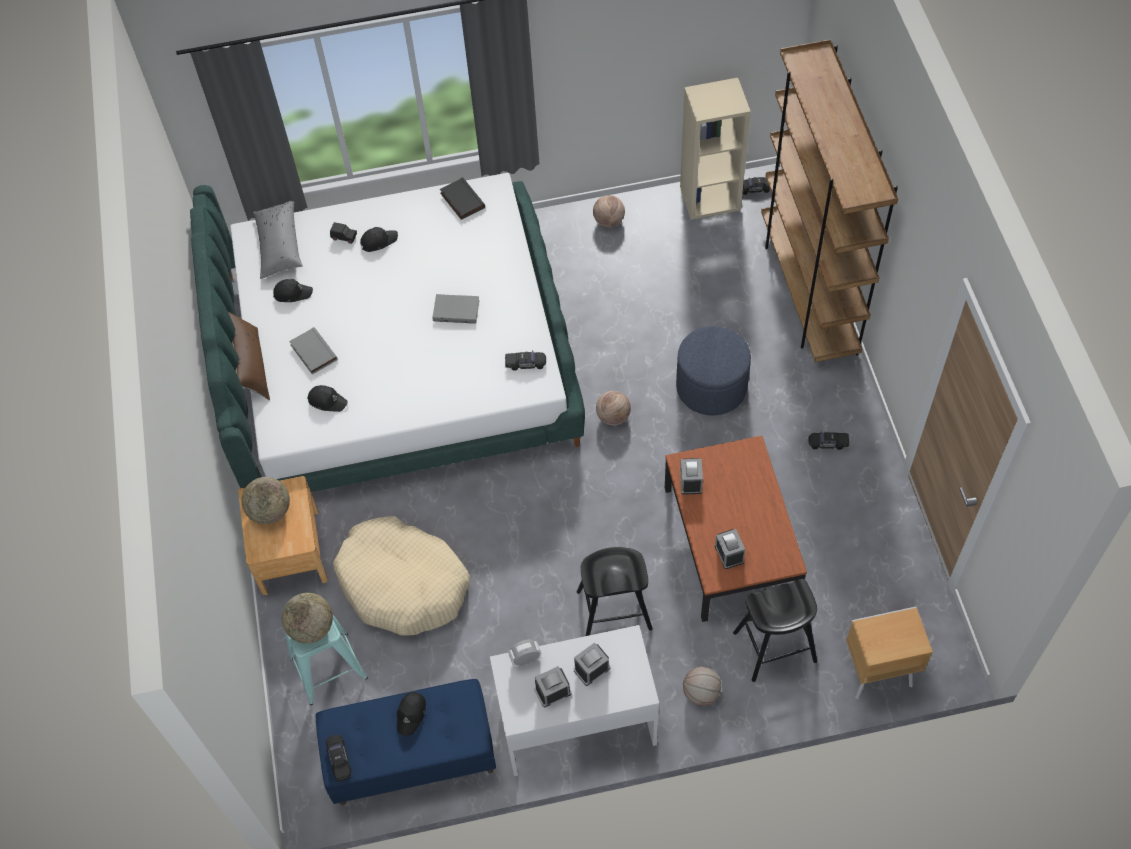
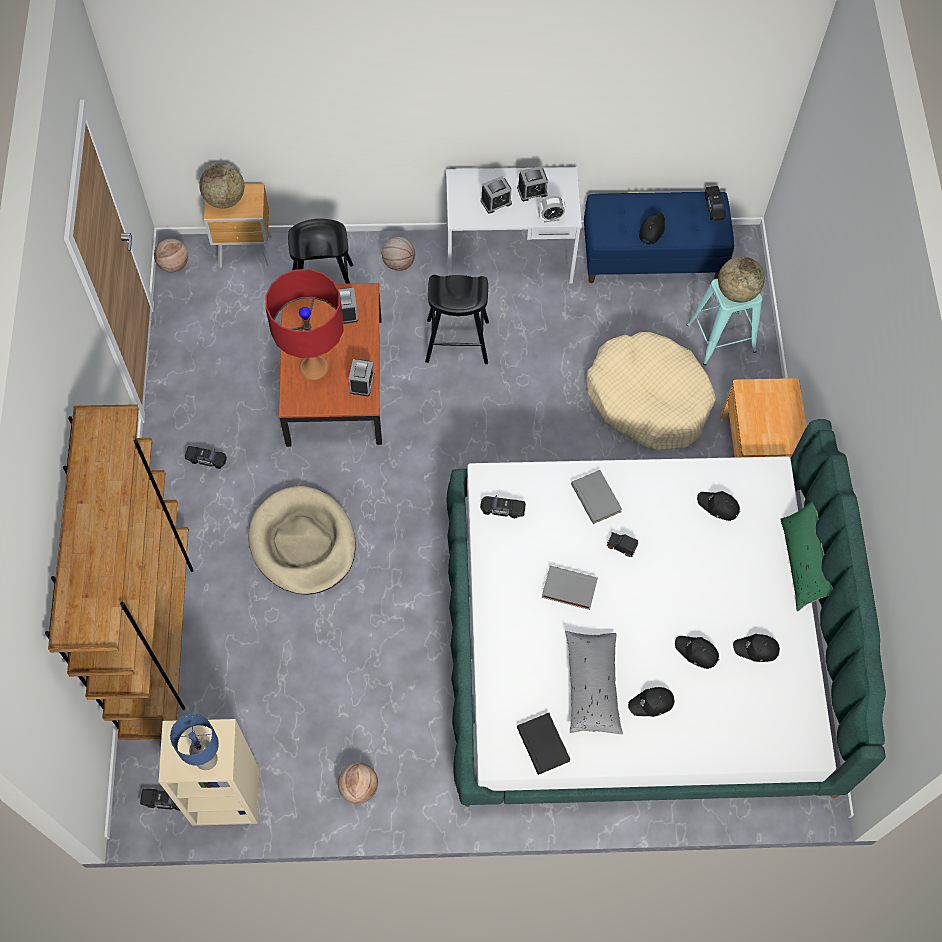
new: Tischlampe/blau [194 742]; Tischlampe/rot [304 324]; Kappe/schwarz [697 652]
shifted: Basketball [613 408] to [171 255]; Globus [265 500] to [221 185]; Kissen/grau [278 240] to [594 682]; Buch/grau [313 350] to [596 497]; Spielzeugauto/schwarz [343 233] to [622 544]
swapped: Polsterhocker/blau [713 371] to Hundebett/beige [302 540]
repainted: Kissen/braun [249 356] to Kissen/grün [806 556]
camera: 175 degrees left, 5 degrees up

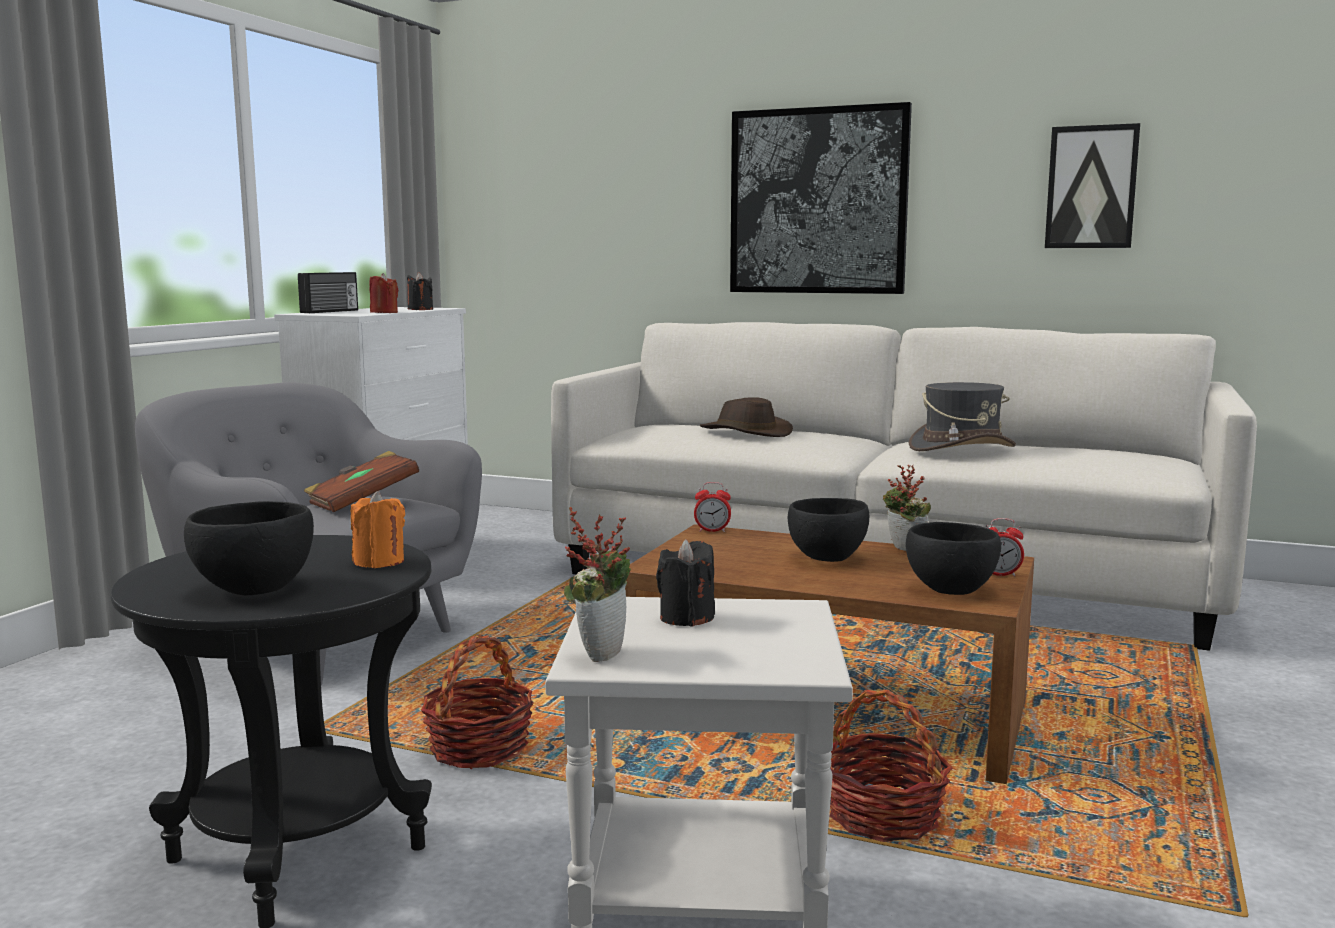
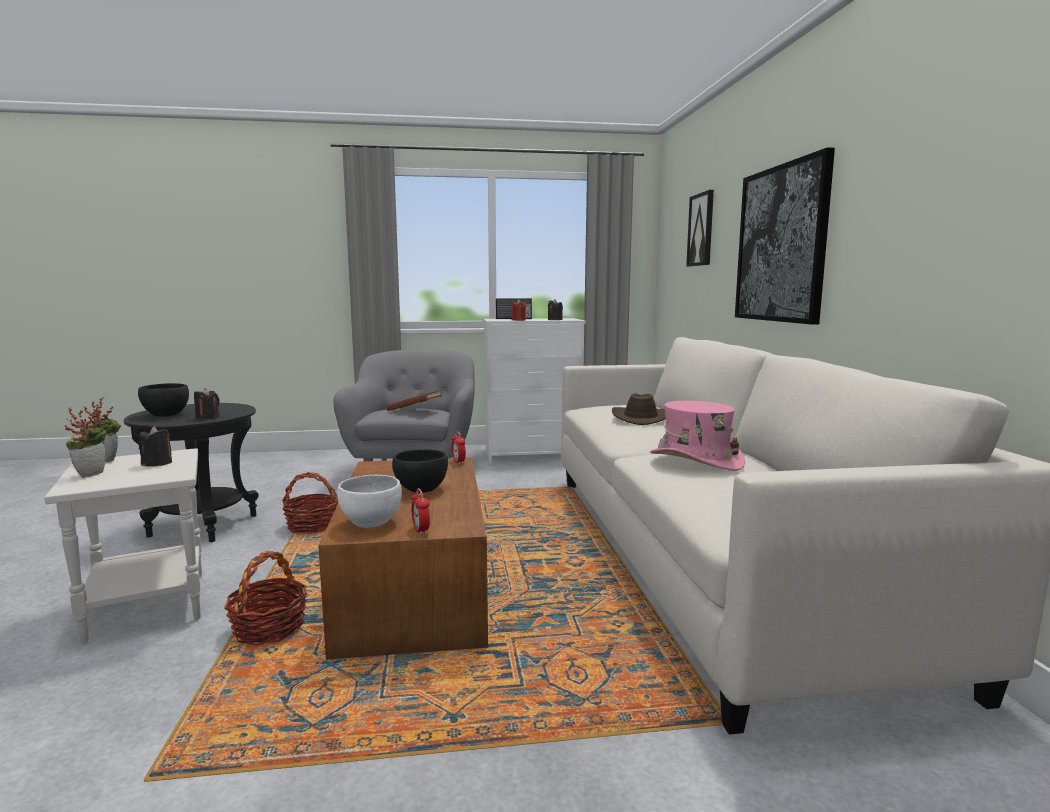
shifted: Topfpflanze [907 507] to [85 442]; Bild [1092 185] to [700 228]
repainted: Kerze/orange [378 529] to Kerze/schwarz [207 404]; Schüssel/schwarz [953 558] to Schüssel/weiß [369 501]; Hut/grau [962 416] to Hut/rosa [697 436]
camera: 60 degrees right, 0 degrees up

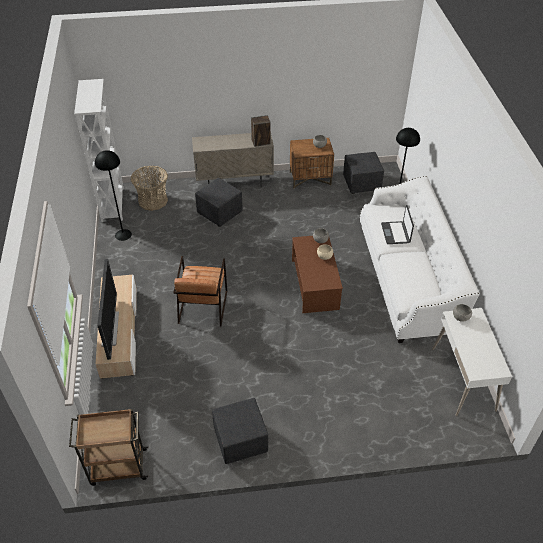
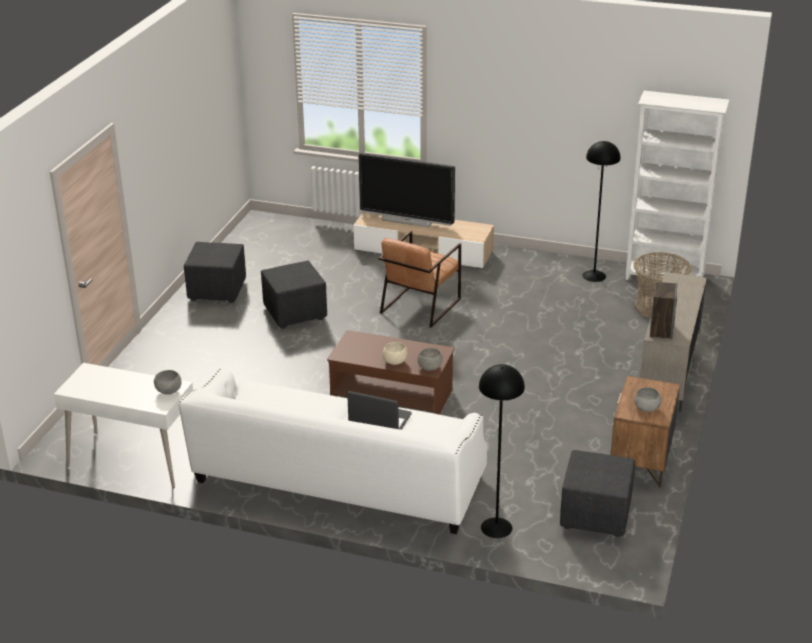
gone: Rollwagen/braun [108 447]
shifted: Polsterhocker/schwarz [219 202] to [294 295]
rotated: Sessel/braun [200 291] = [420 279] 90 degrees counterclockwise
camera: 115 degrees right, 15 degrees down

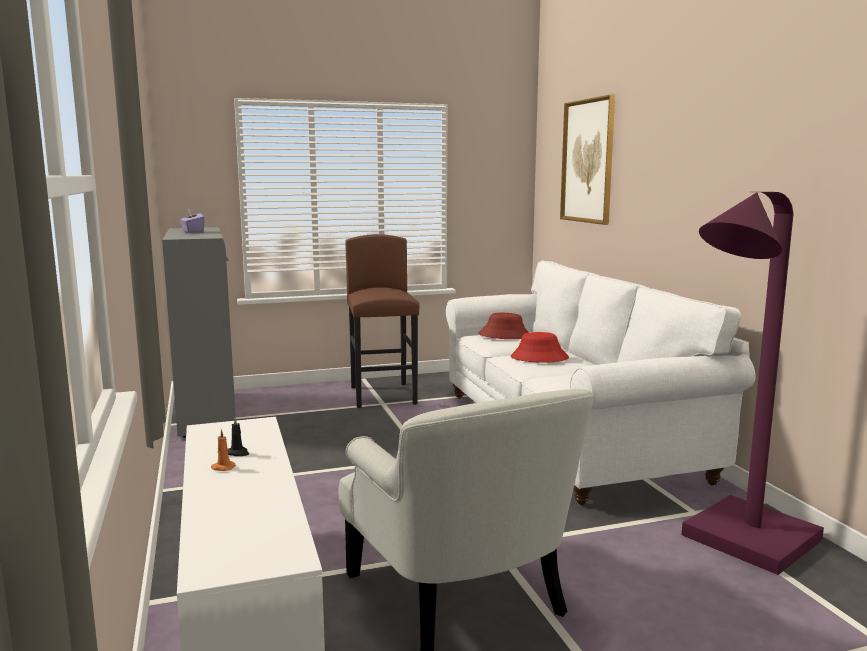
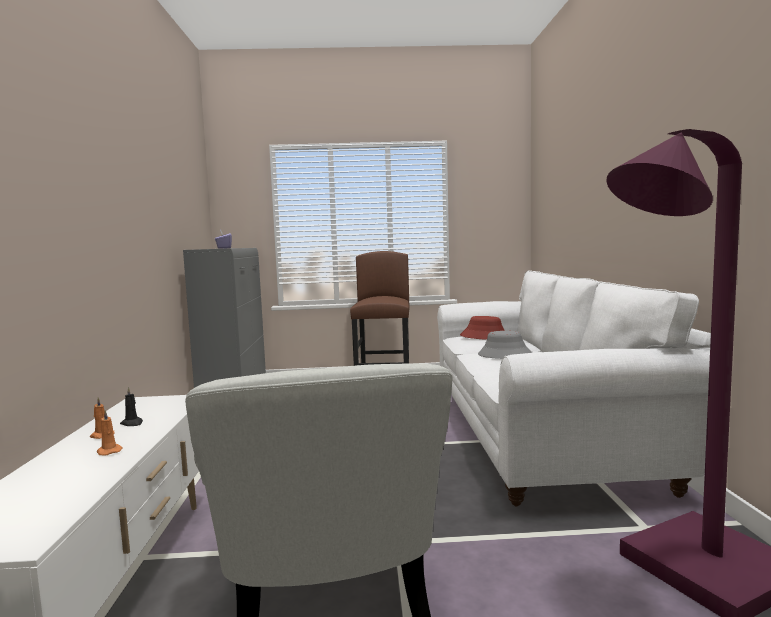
gone: Bild [587 160]
new: Kerze/orange [110 433]
repainted: Hut/rot [540 347] to Hut/grau [505 345]
camera: 15 degrees right, 5 degrees down

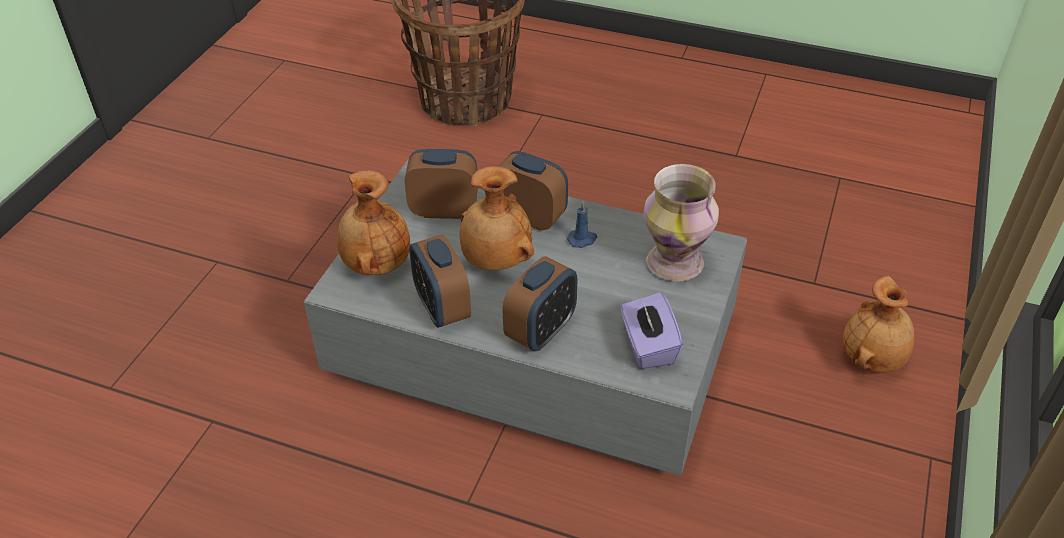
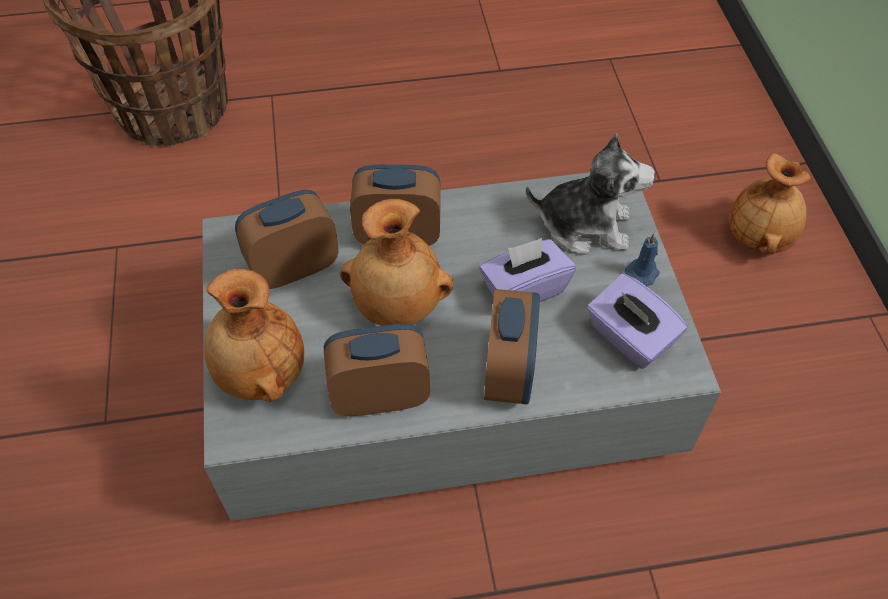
new: Taschentuchbox/lila [527 270]
shifted: Kerze/blau [582 225] to [642 259]
swapped: Vase [681 222] to Plüschtier [590 194]
rotated: Wecker [440 280] = [377 370] 135 degrees clockwise
camera: 30 degrees left, 10 degrees up

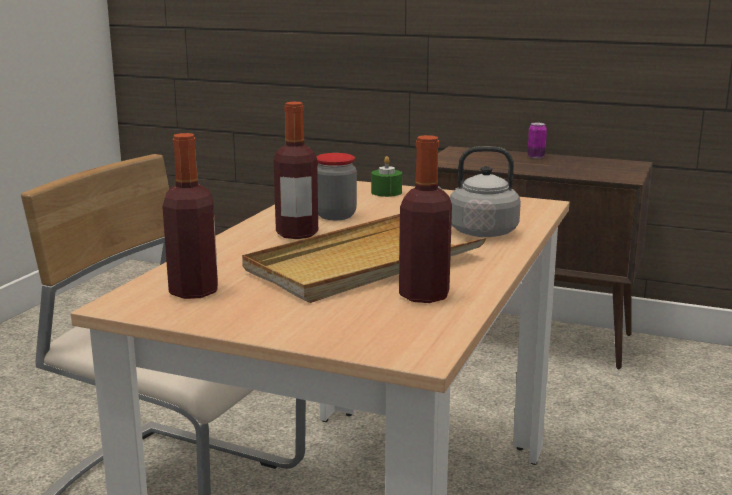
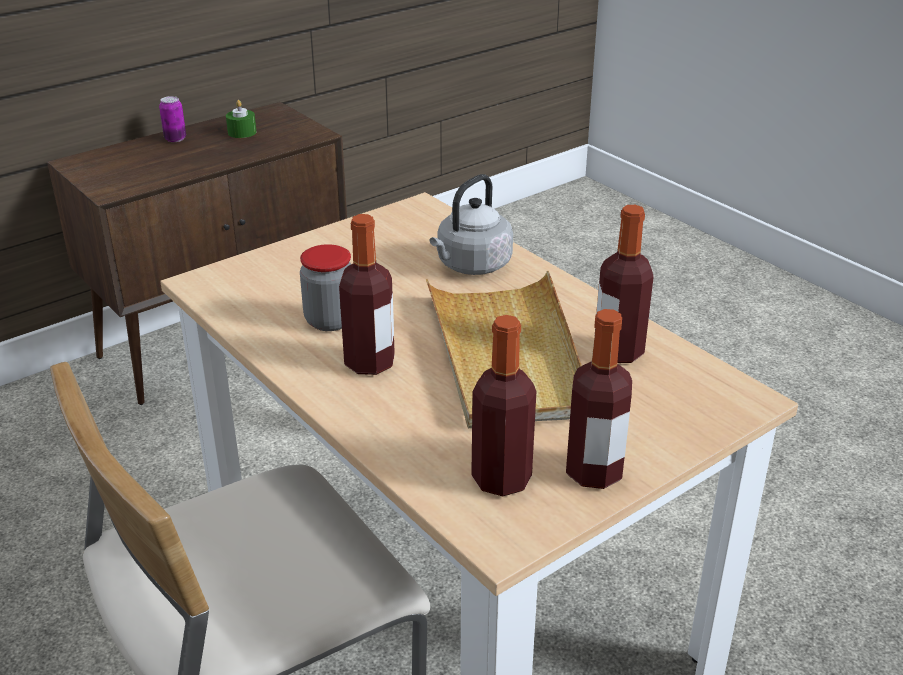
new: Flasche [599 399]
shifted: Kerze/grün [386 176] to [241 119]
camera: 60 degrees left, 15 degrees up

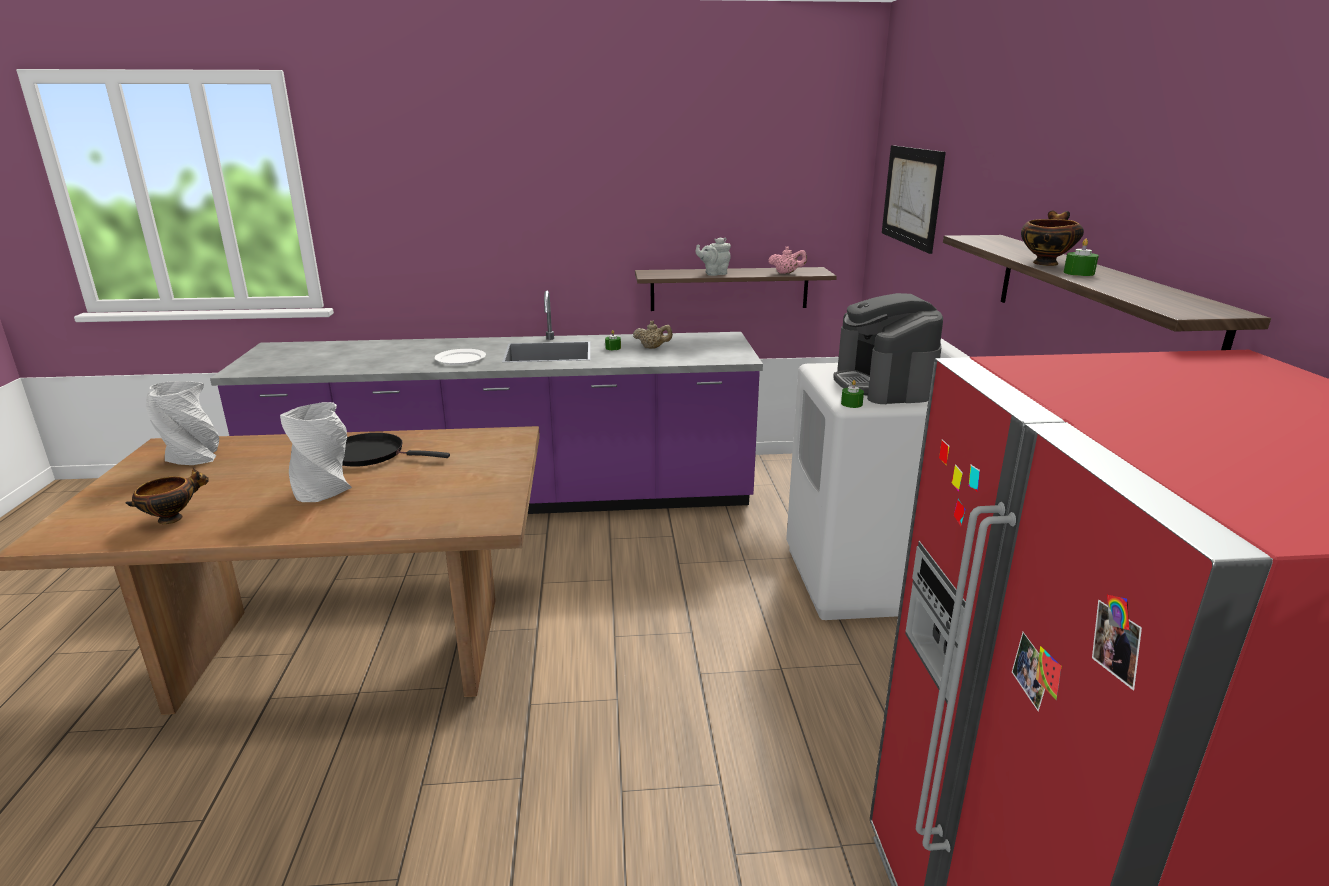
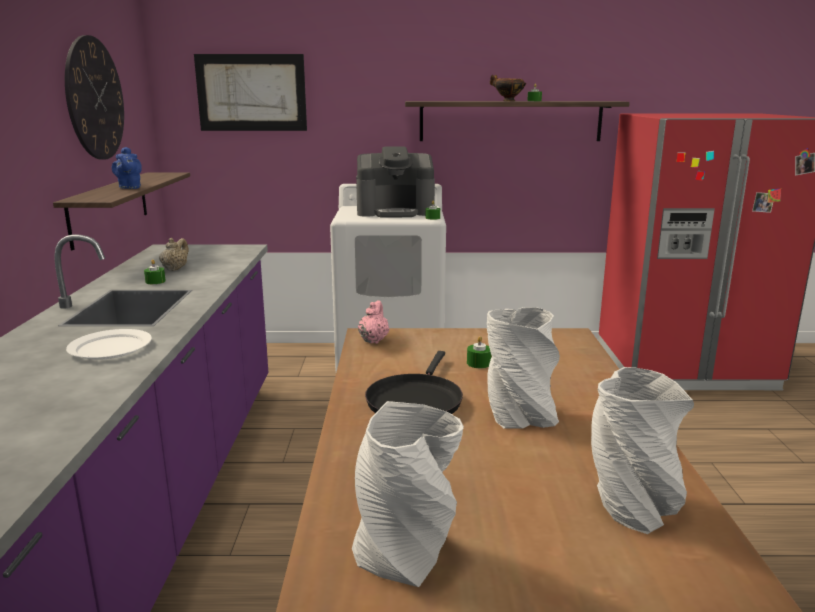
new: Wanduhr [94 97]; Kerze/grün [479 352]
shifted: Teekanne/rosa [787 260] to [374 322]
swapped: Schüssel [167 496] to Vase/grau [642 450]
repainted: Teekanne/grau [713 256] to Teekanne/blau [127 168]
camera: 85 degrees left, 5 degrees down

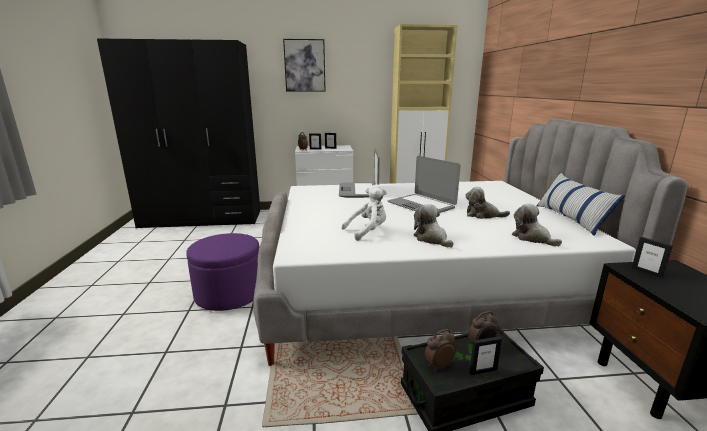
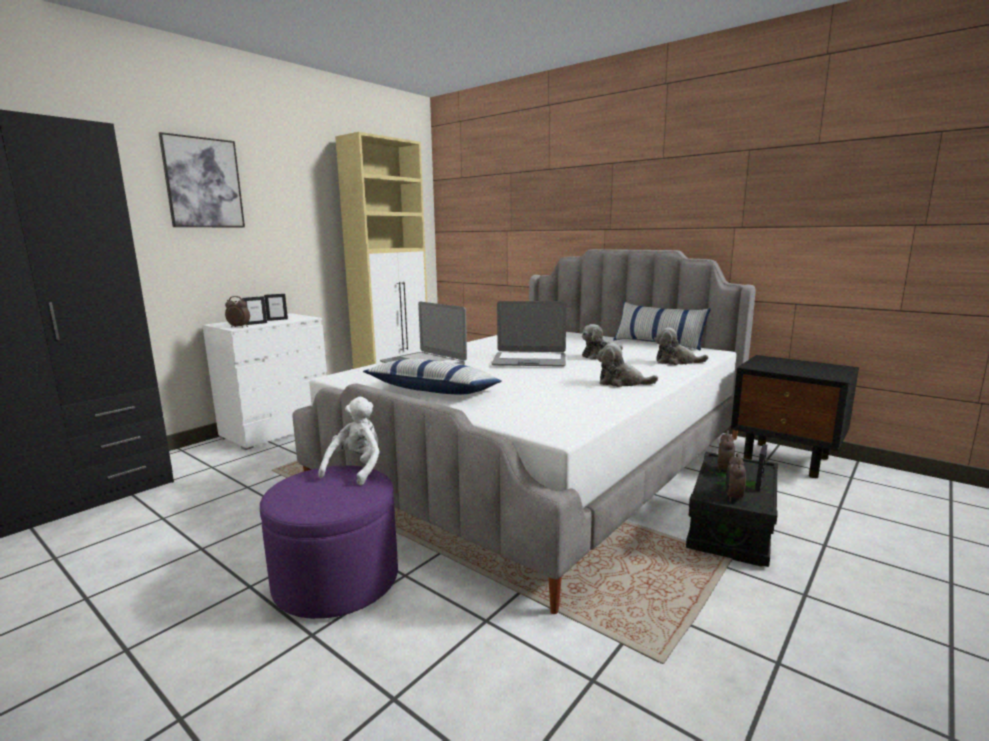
gone: Bilderrahmen [652 258]
new: Kissen [432 376]
shifted: Plüschtier/weiß [364 212] to [349 441]
camera: 45 degrees left, 5 degrees down

